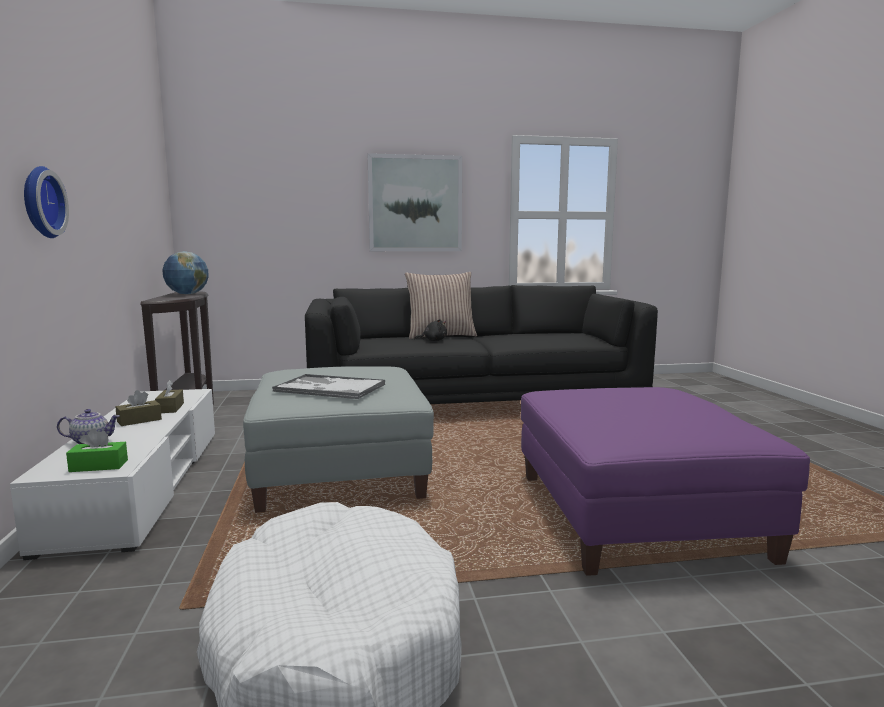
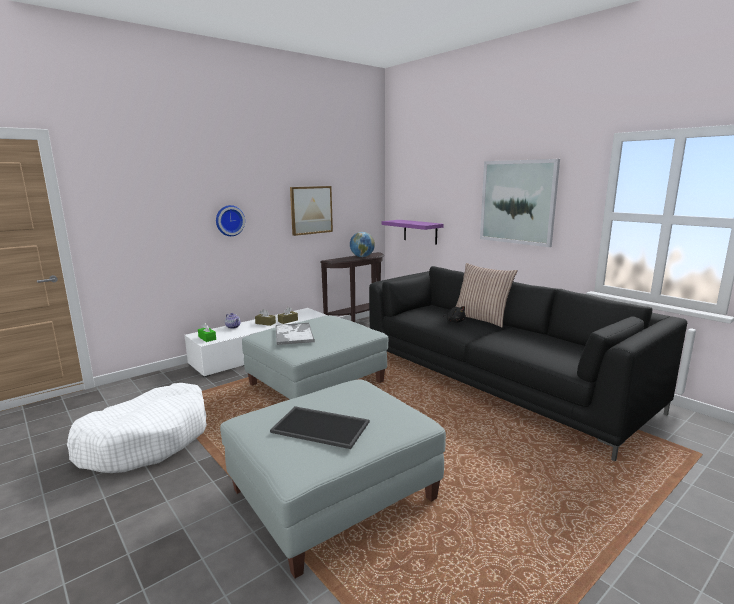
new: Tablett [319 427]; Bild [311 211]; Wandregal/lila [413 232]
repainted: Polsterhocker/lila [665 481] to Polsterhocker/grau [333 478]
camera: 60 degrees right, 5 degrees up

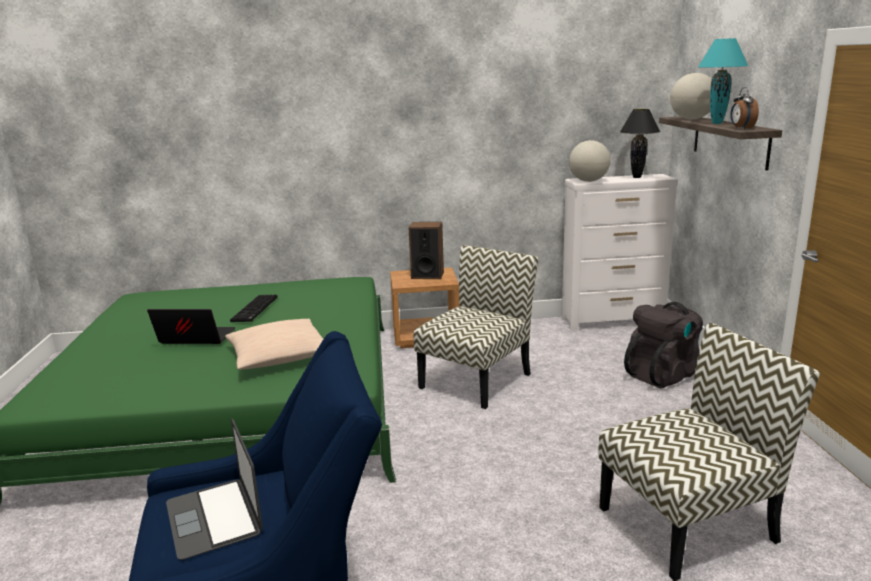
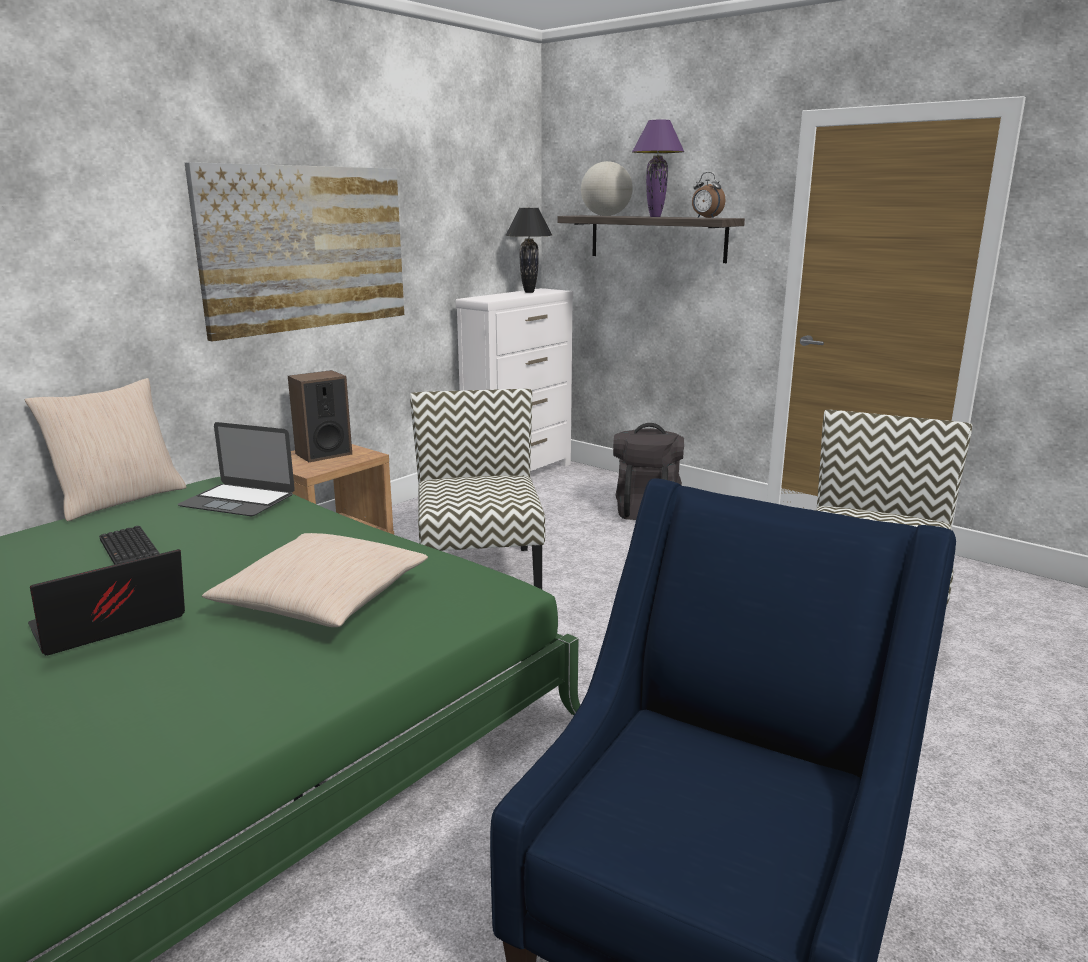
gone: Globus [590 161]
new: Kissen/beige [105 449]; Bild [294 252]
shifted: Laptop [214 489] to [236 469]
repainted: Tischlampe/türkis [723 81] to Tischlampe/lila [658 168]
camera: 45 degrees left, 0 degrees up

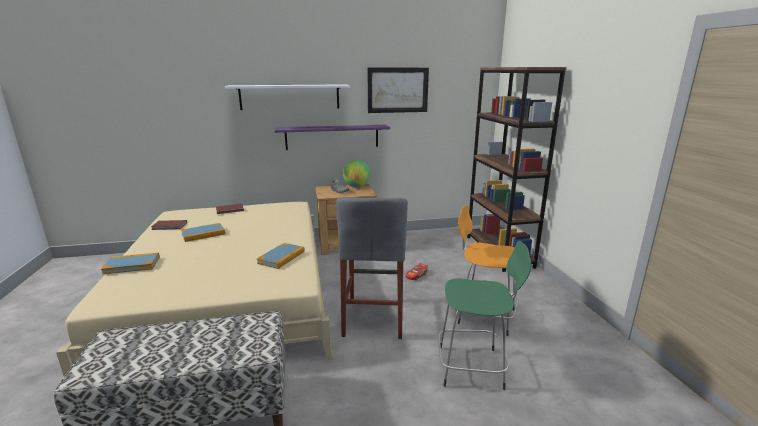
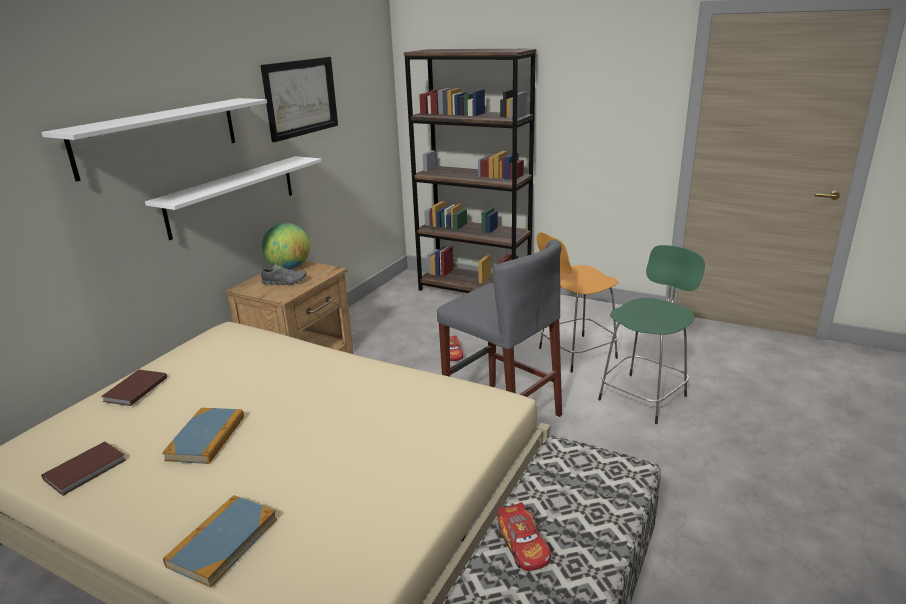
gone: Buch [281 256]
new: Spielzeugauto [524 536]
repainted: Wandregal/lila [332 137] to Wandregal/weiß [233 198]
camera: 50 degrees left, 5 degrees up

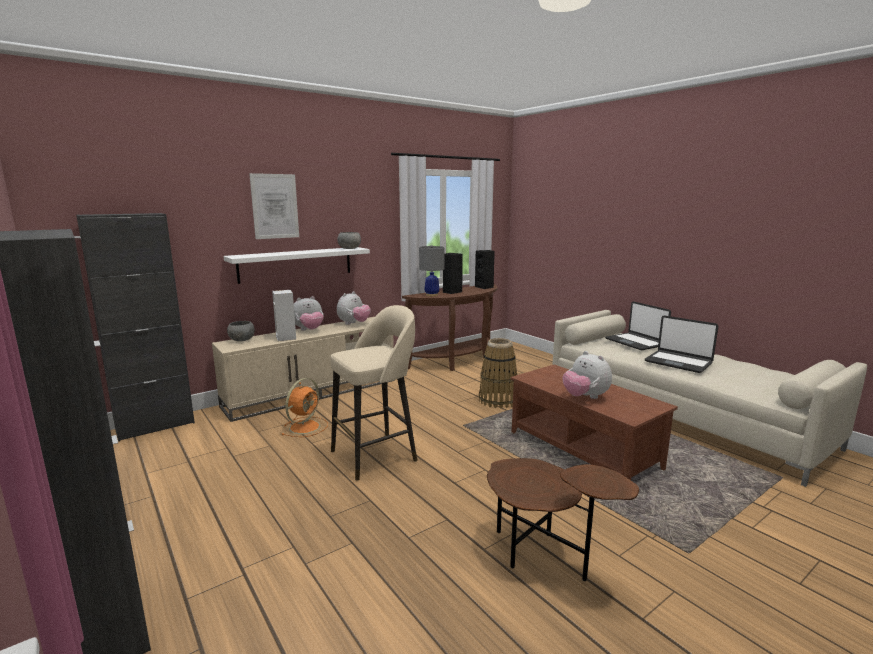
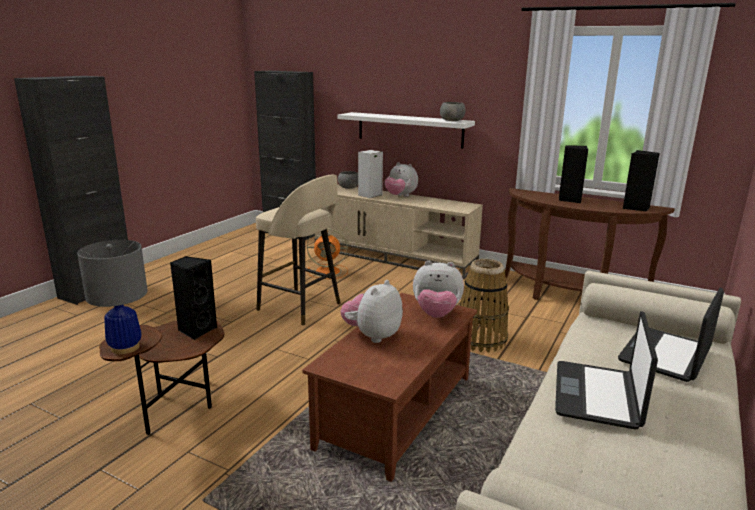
gone: Bild [274 206]
new: Lautsprecher/schwarz [193 298]
shifted: Tischlampe/grau [432 270] to [112 297]; Plüschtier [354 308] to [438 289]
camera: 65 degrees right, 5 degrees up

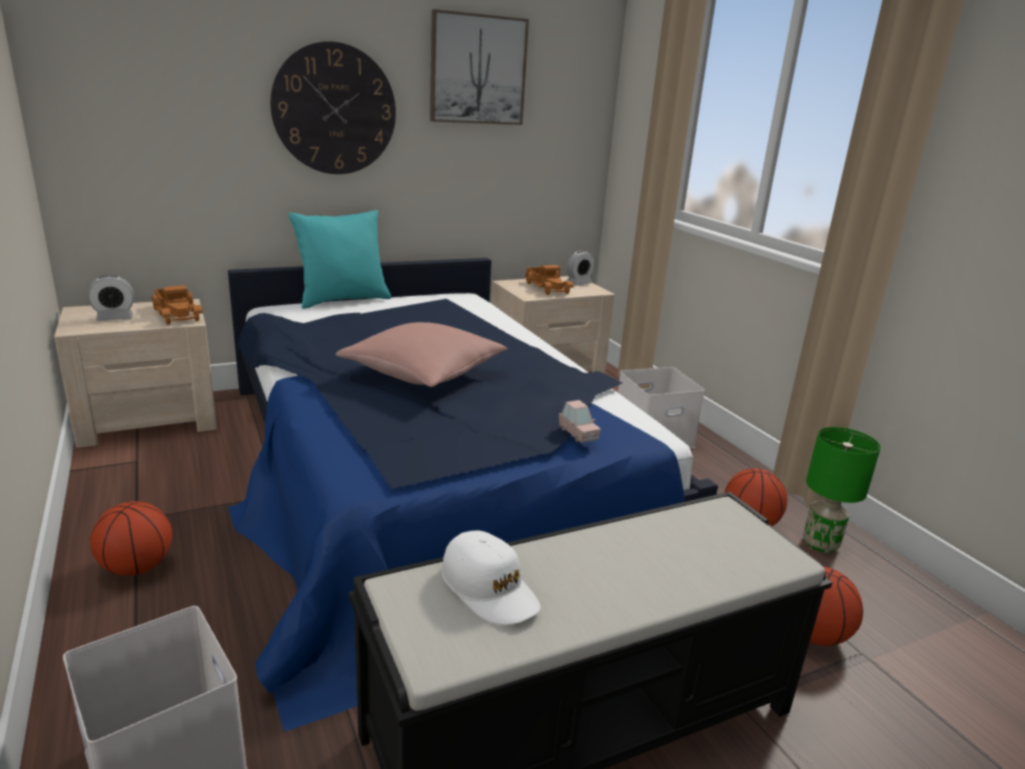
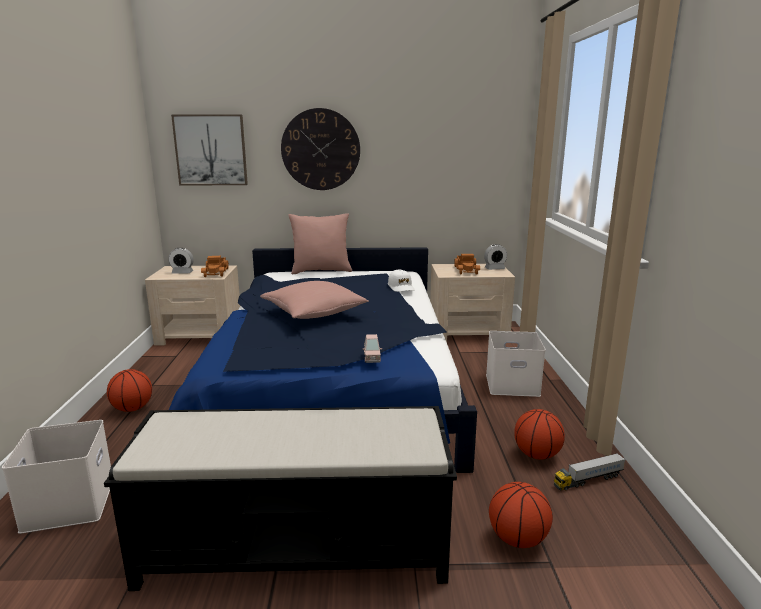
shifted: Bild [479 67] to [209 149]; Kappe/weiß [491 578] to [401 281]
swapped: Tischlampe/grün [842 490] to Spielzeuglaster [590 471]
repainted: Kissen/türkis [339 259] to Kissen/rosa [320 243]
camera: 25 degrees right, 5 degrees down

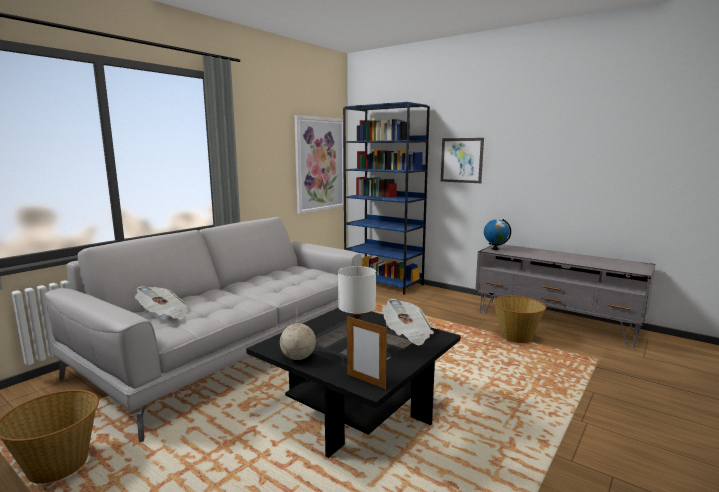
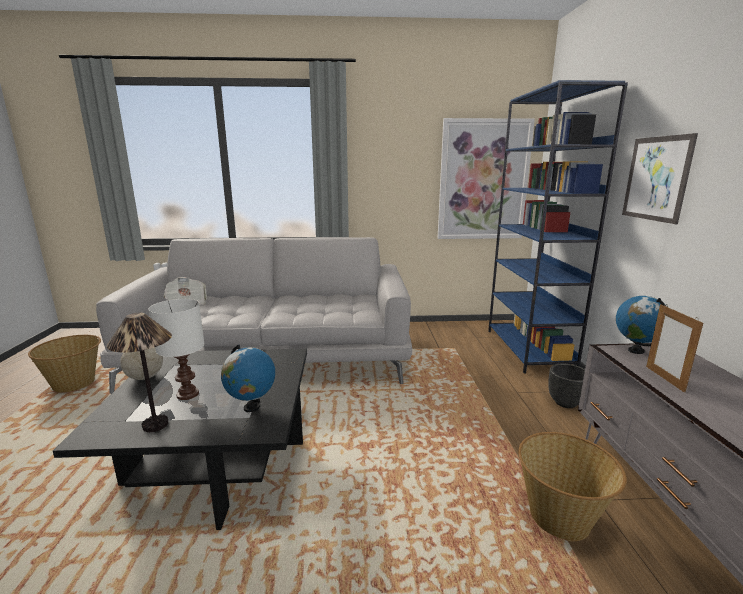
new: Tischlampe [139 372]; Pflanzkübel/schwarz [566 386]
shifted: Bilderrahmen [367 352] to [674 348]
swapped: Zeitung [408 322] to Globus [248 378]
camera: 50 degrees right, 5 degrees up

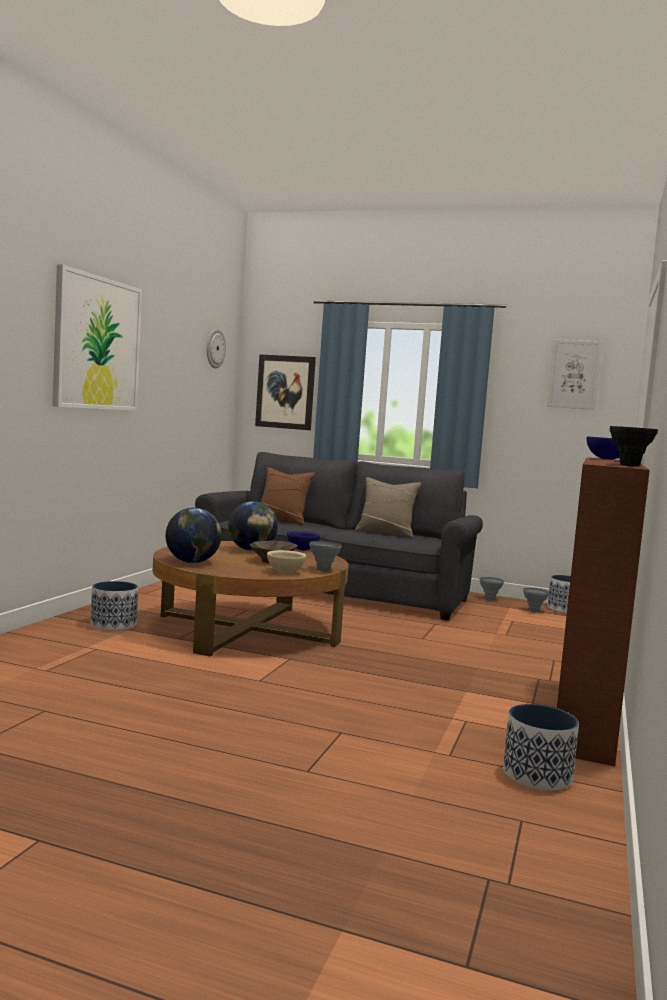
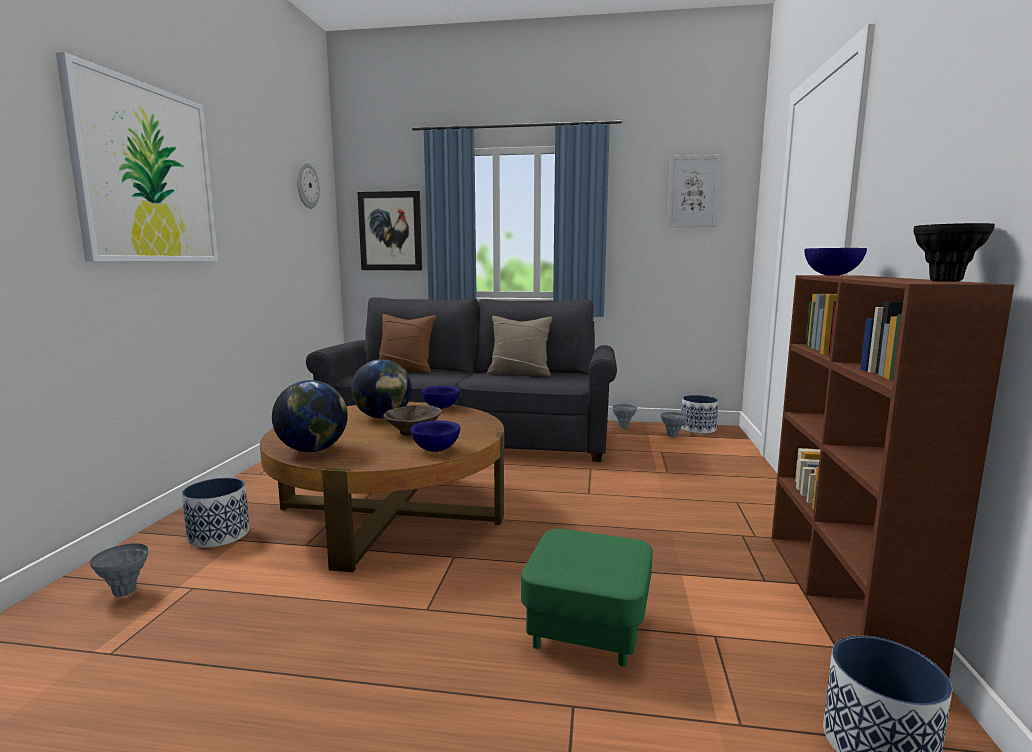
new: Polsterhocker/grün [587 598]
shifted: Vase/grau [325 556] to [119 570]
repainted: Schüssel/beige [286 561] to Schüssel/blau [435 436]
camera: 10 degrees left, 5 degrees up

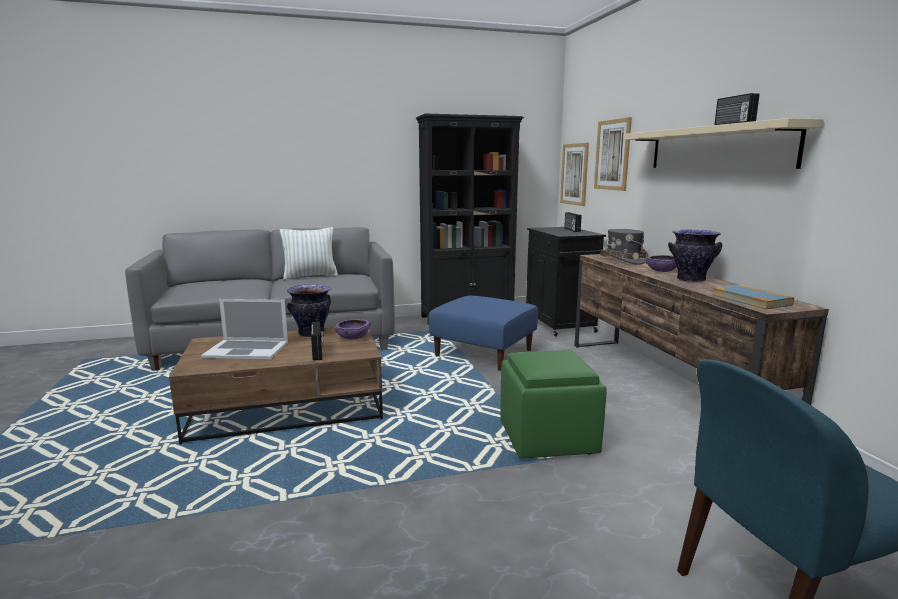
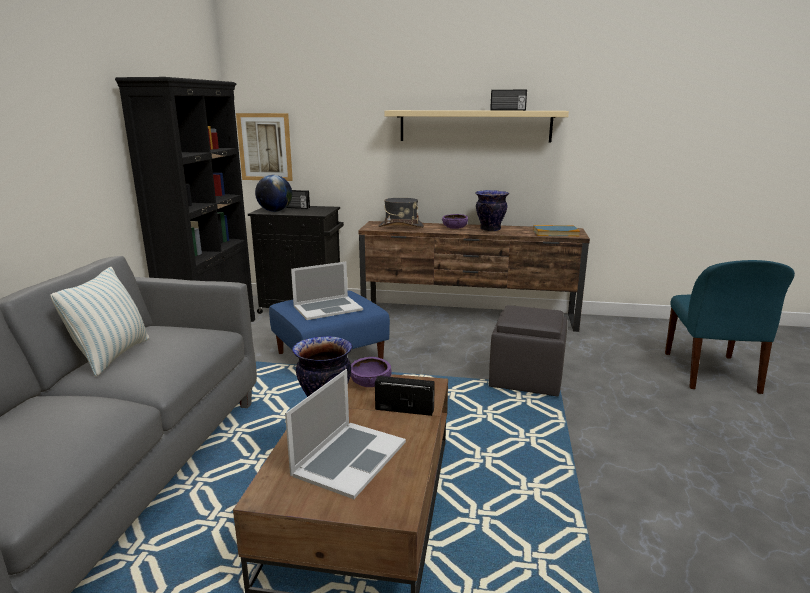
gone: Bild [613 154]
new: Globus [273 193]; Laptop [327 291]
repainted: Polsterhocker/grün [553 404] to Polsterhocker/grau [528 350]
camera: 65 degrees left, 5 degrees up

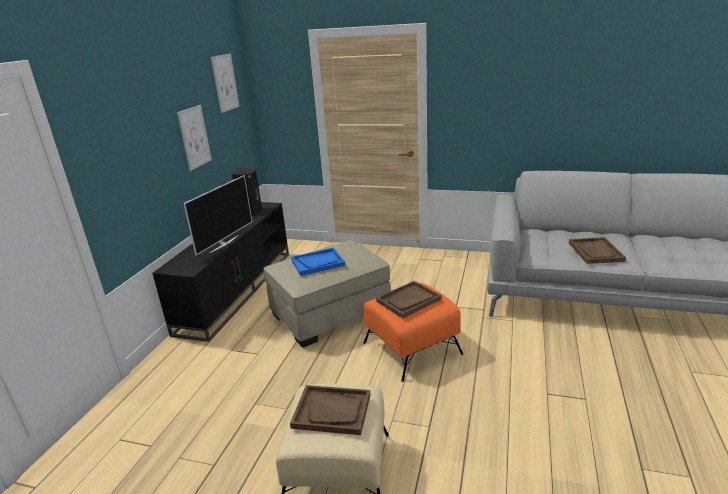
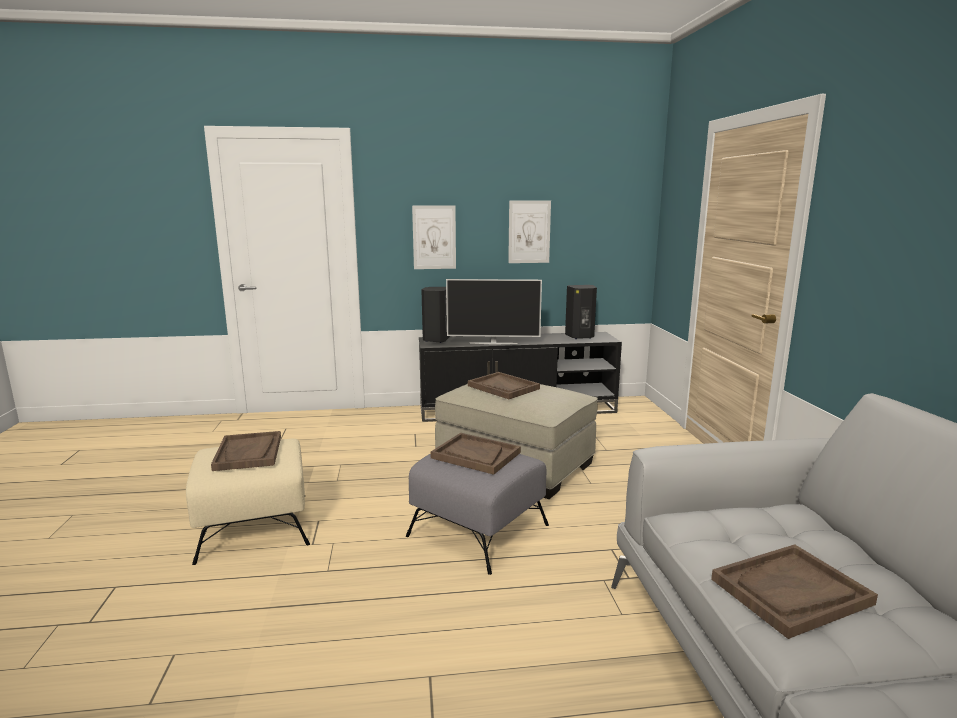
new: Lautsprecher/schwarz [435 315]
shifted: Bild [225 83] to [434 237]
repainted: Polsterhocker/orange [413 332] to Polsterhocker/grau [477 514]; Tablett/blau [318 262] to Tablett/braun [504 385]
camera: 65 degrees right, 10 degrees down

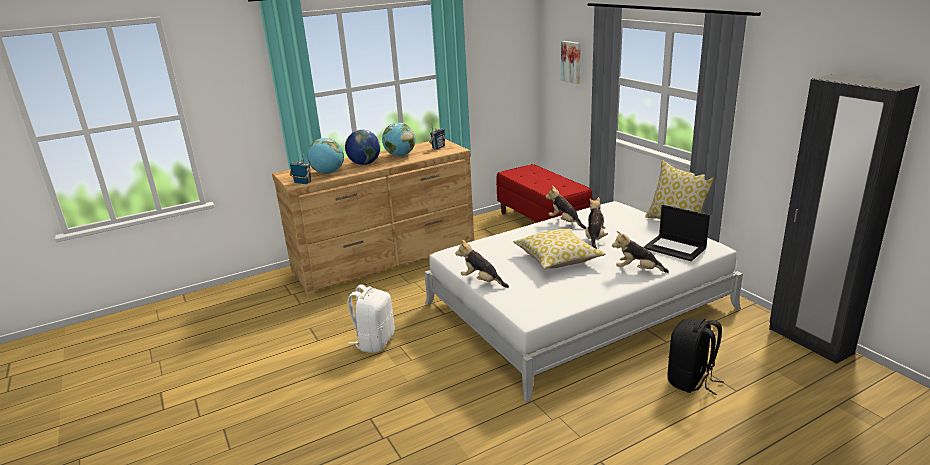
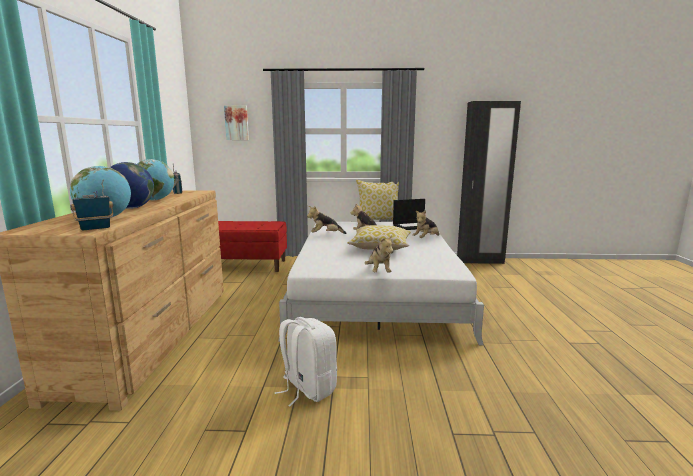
gone: Rucksack/schwarz [695 356]
rotated: Plüschtier [482 263] = [379 254] 75 degrees counterclockwise
camera: 60 degrees left, 10 degrees down

